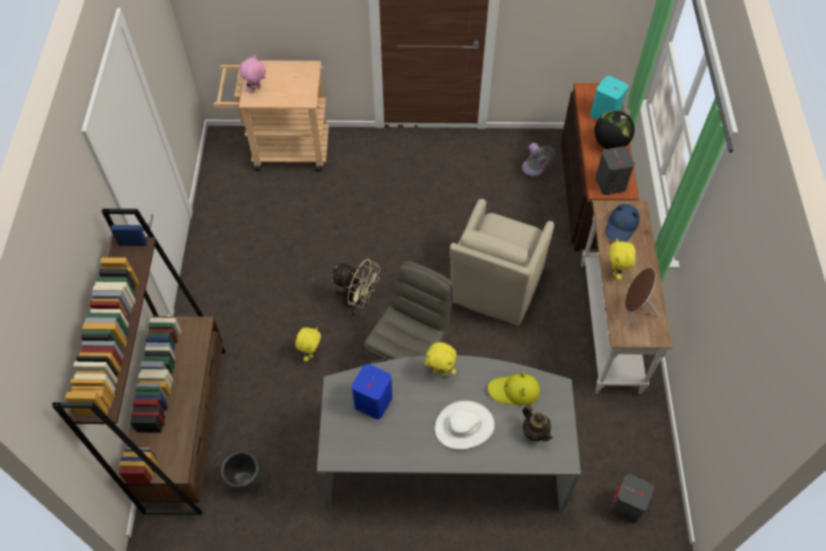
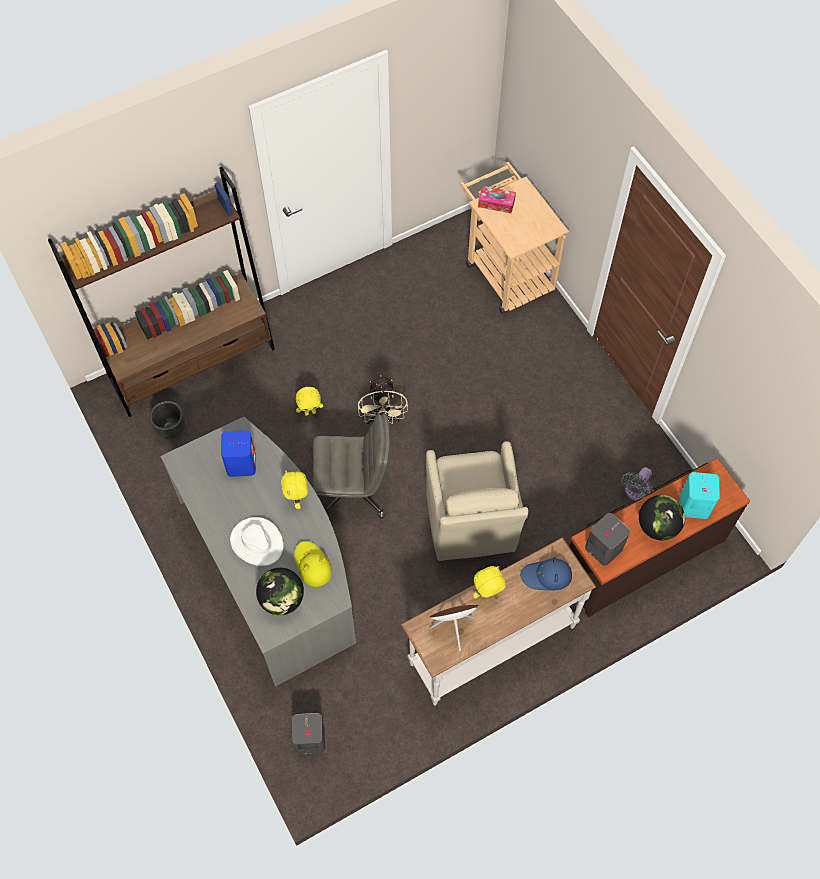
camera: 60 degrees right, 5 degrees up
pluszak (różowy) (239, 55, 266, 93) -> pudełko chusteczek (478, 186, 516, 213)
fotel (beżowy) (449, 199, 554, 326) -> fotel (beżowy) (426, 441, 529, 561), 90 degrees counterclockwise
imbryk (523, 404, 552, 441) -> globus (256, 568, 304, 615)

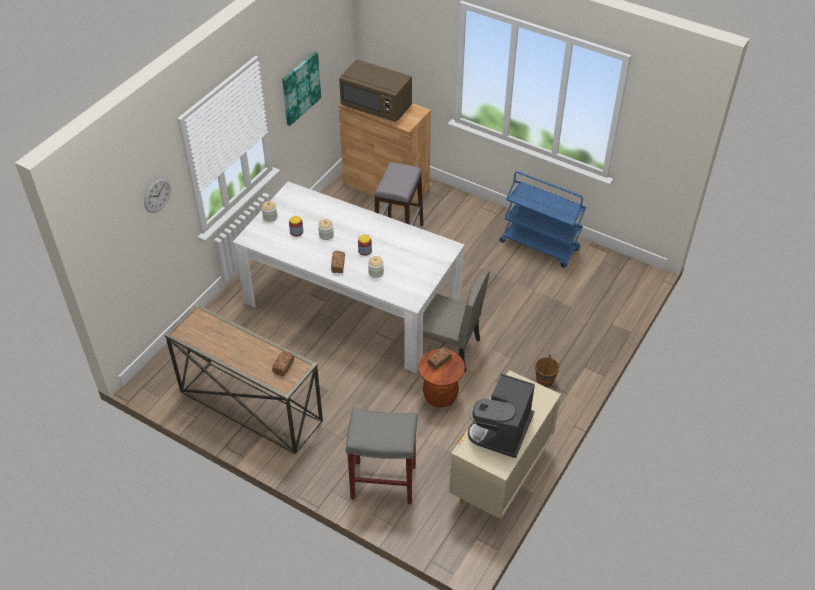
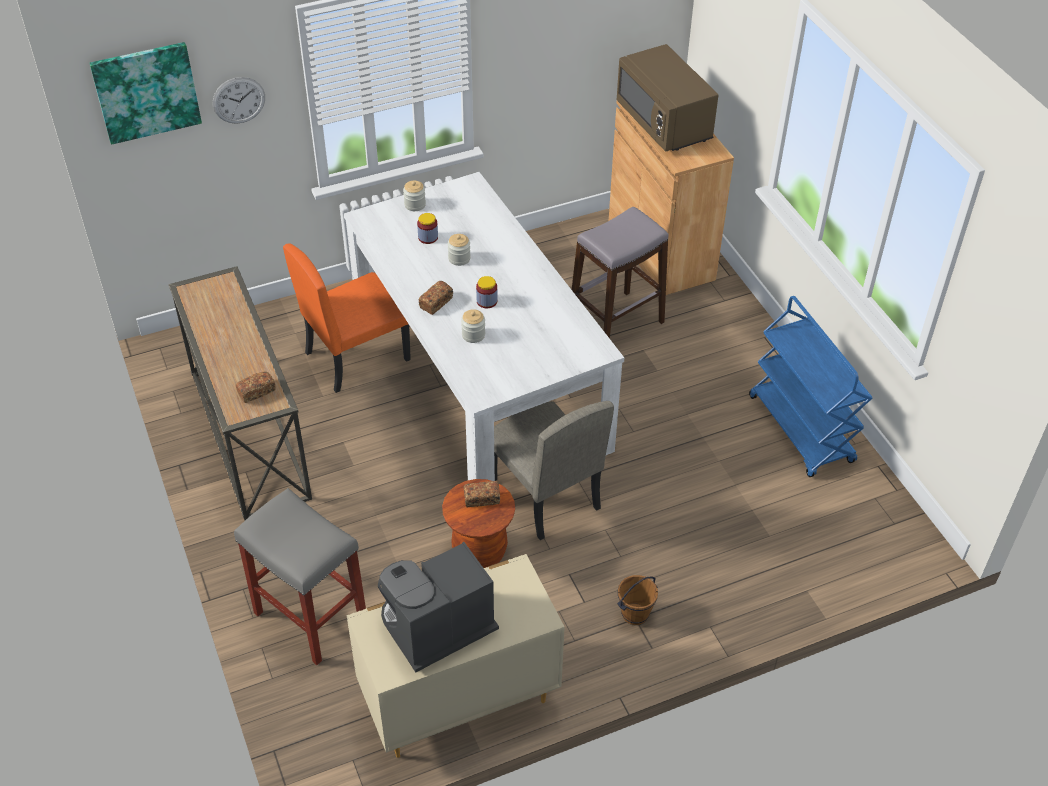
camera: 35 degrees right, 0 degrees up
obraz (282, 52, 321, 126) -> obraz (89, 42, 202, 145), shifted
none -> krzesło (pomarańczowy) (283, 243, 411, 393)

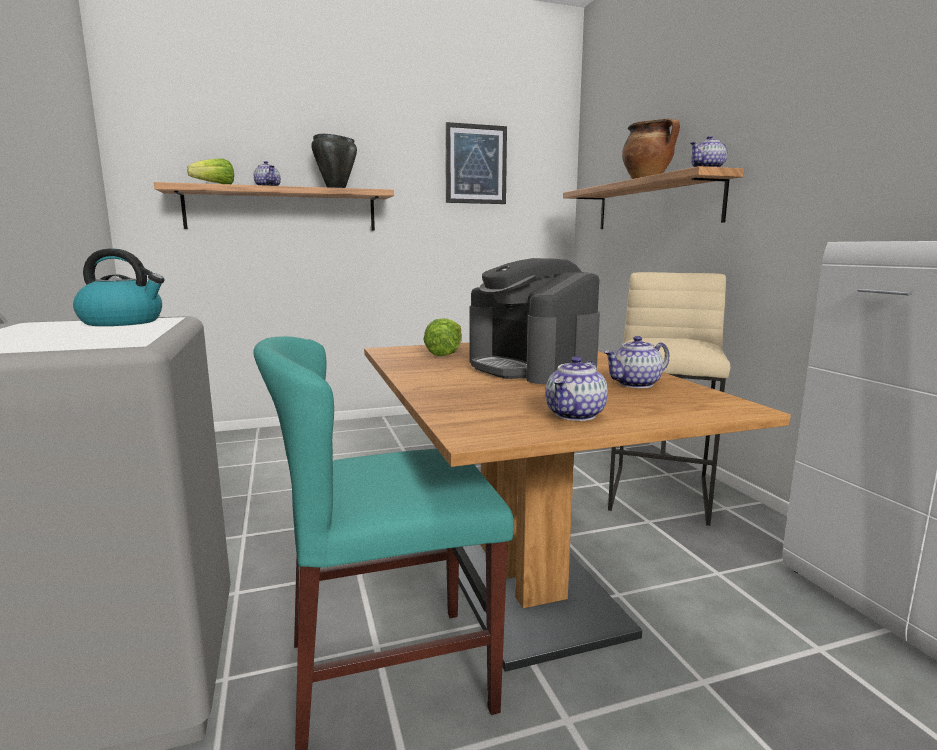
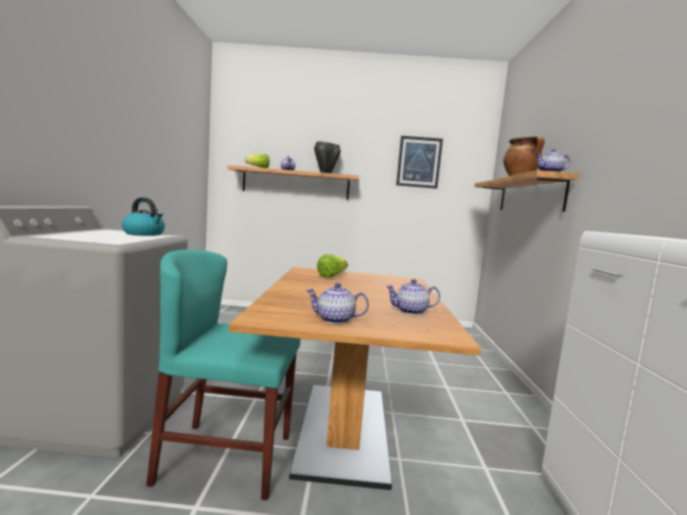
camera: 20 degrees right, 5 degrees down
ekspres do kawy (470, 258, 600, 384) -> none
stołek (beżowy) (608, 272, 730, 526) -> none
imbryk (545, 356, 608, 421) -> imbryk (306, 283, 369, 324), 45 degrees clockwise

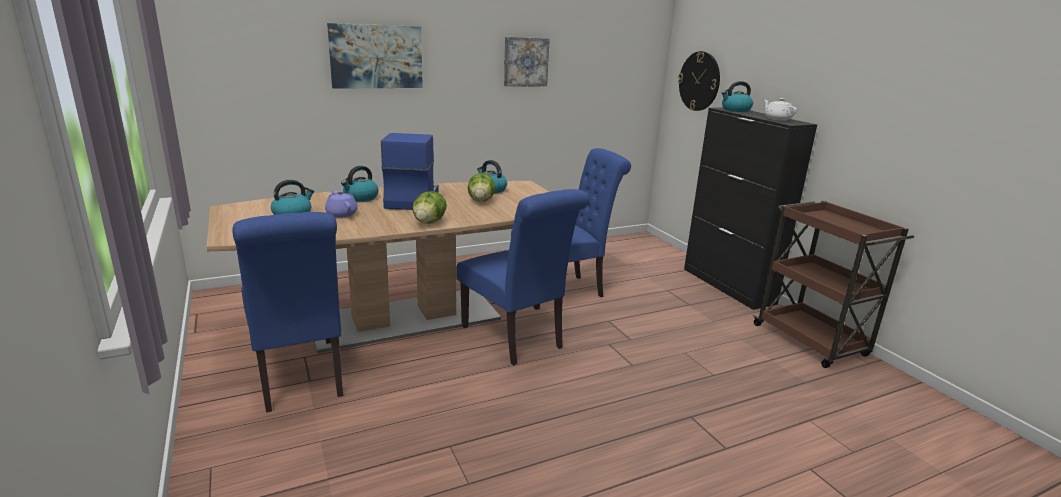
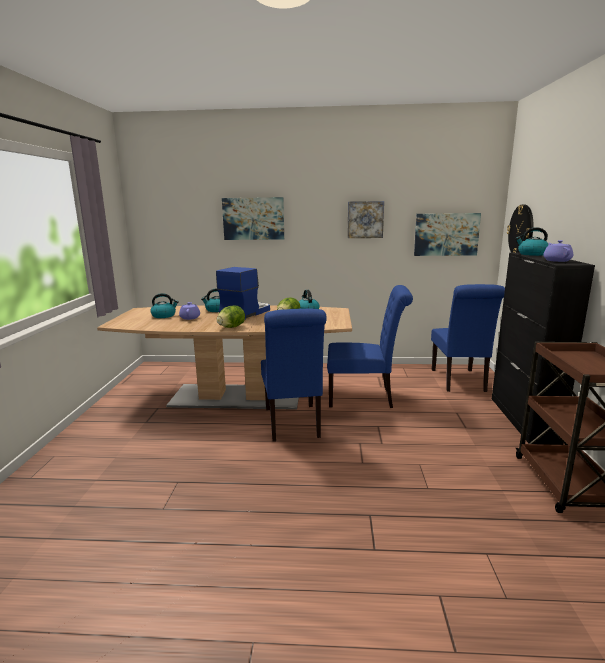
camera: 30 degrees right, 5 degrees down
imbryk (biały) (764, 98, 797, 121) -> imbryk (fioletowy) (543, 240, 573, 262)
krzesło (niebieski) (232, 212, 343, 413) -> krzesło (niebieski) (431, 284, 505, 392), shifted
none -> obraz (414, 213, 481, 256)

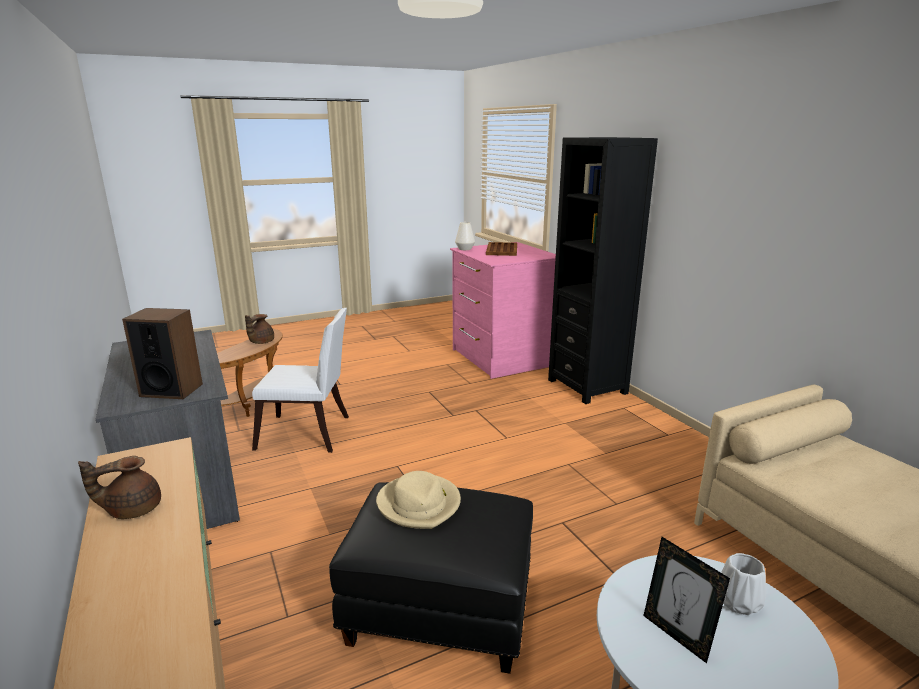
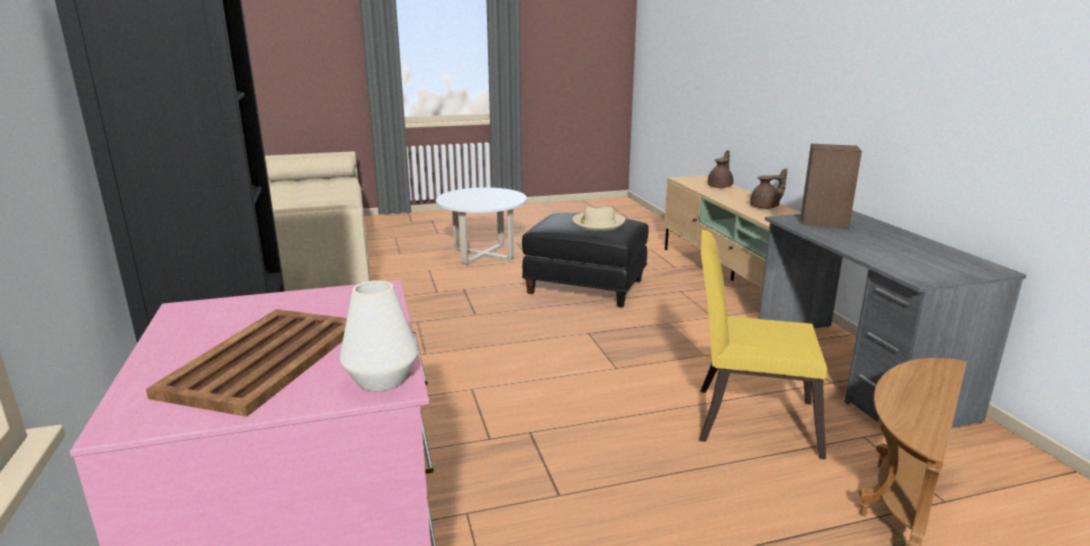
camera: 170 degrees left, 0 degrees up
krzesło (biały) (252, 308, 349, 453) -> krzesło (żółty) (699, 230, 827, 459)
imbryk (brązowy) (245, 314, 274, 344) -> imbryk (brązowy) (708, 150, 734, 188), shifted
ramka na zdjęcie (643, 537, 730, 663) -> none
wazon (biały) (721, 553, 766, 615) -> none

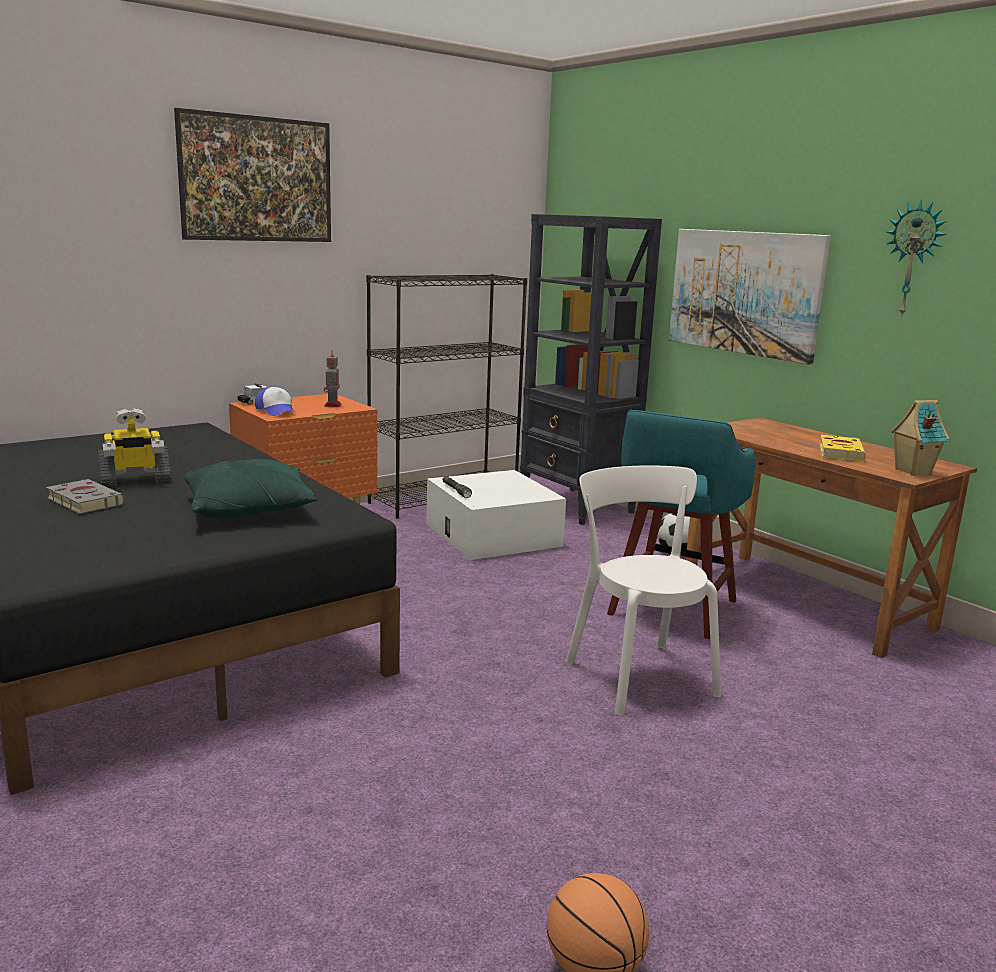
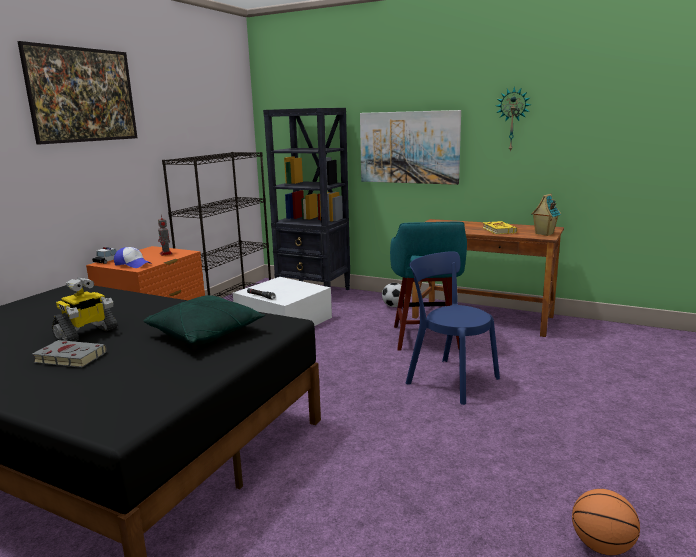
camera: 25 degrees left, 0 degrees up
krzesło (biały) (566, 465, 721, 715) -> krzesło (niebieski) (406, 251, 500, 405)

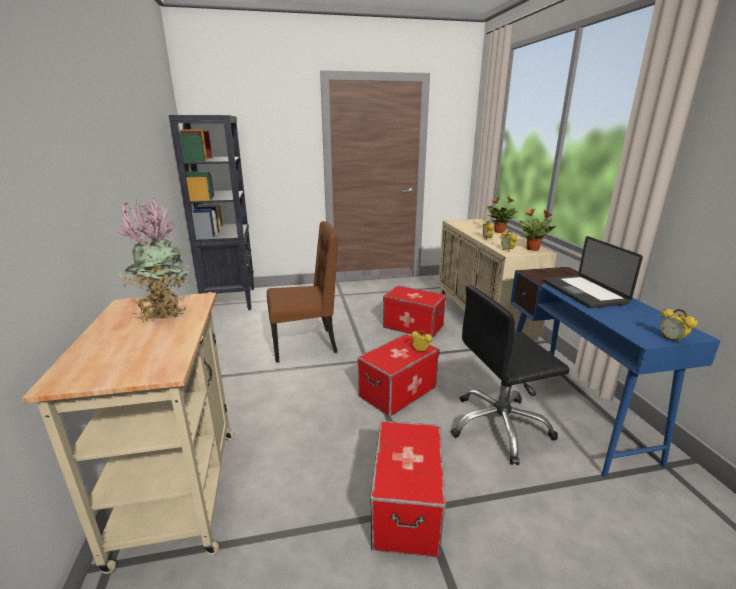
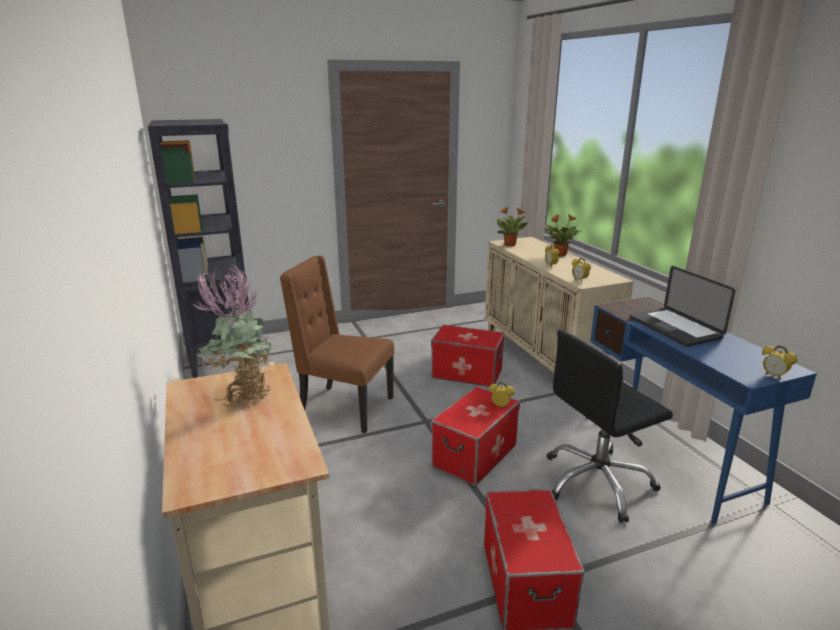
camera: 10 degrees left, 0 degrees up
roślina doniczkowa (519, 209, 556, 251) -> roślina doniczkowa (495, 206, 528, 246), shifted
krzesło (brązowy) (267, 221, 339, 363) -> krzesło (brązowy) (280, 255, 395, 433), 135 degrees counterclockwise

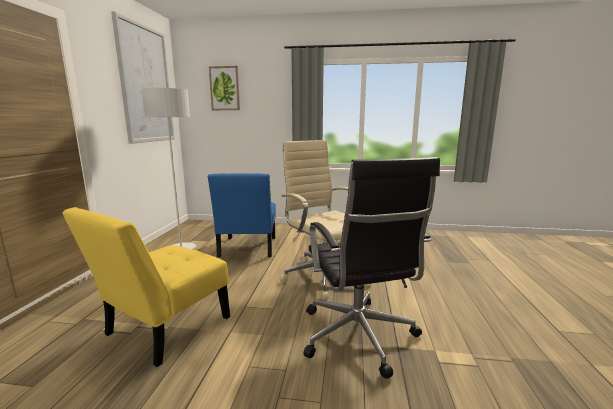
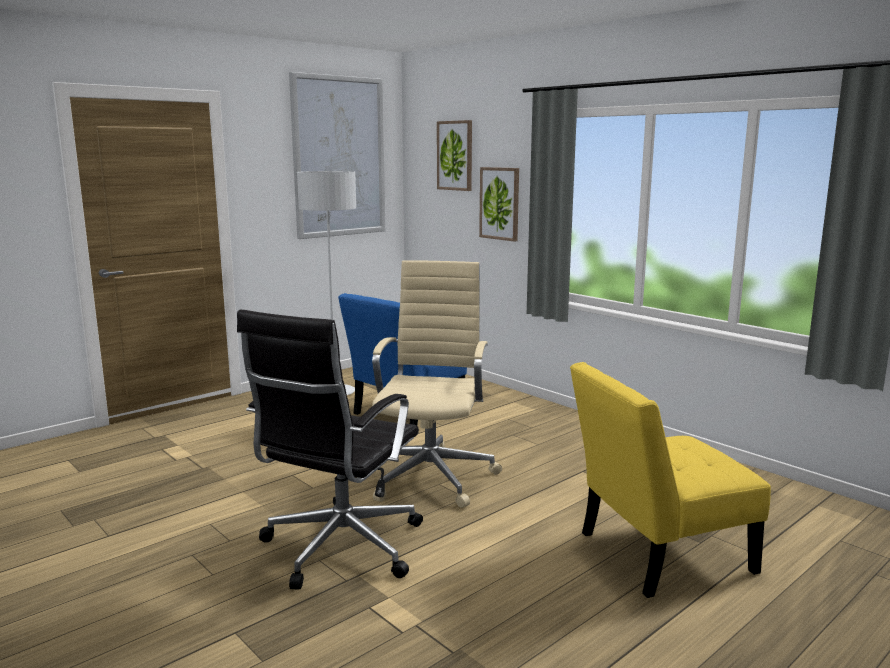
camera: 40 degrees right, 0 degrees up
krzesło (żółty) (62, 207, 230, 367) -> krzesło (żółty) (570, 362, 771, 598), shifted
none -> obraz (479, 167, 519, 242)

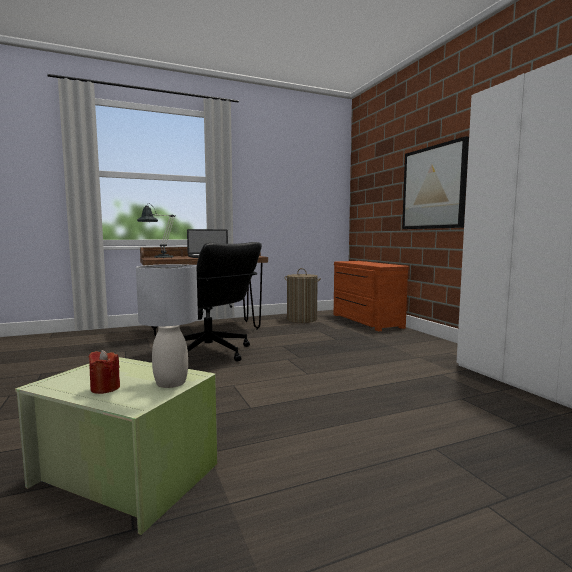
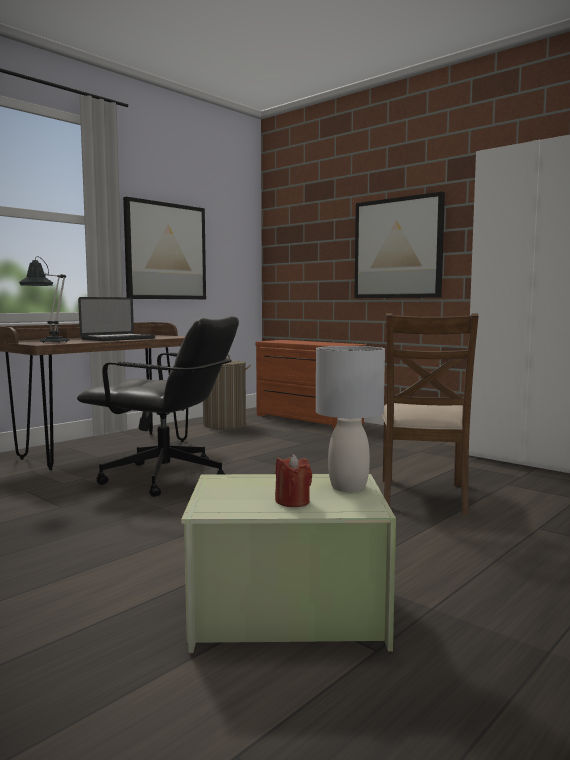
camera: 25 degrees left, 0 degrees up
none -> obraz (123, 197, 206, 299)
none -> krzesło (brązowy) (382, 313, 479, 515)

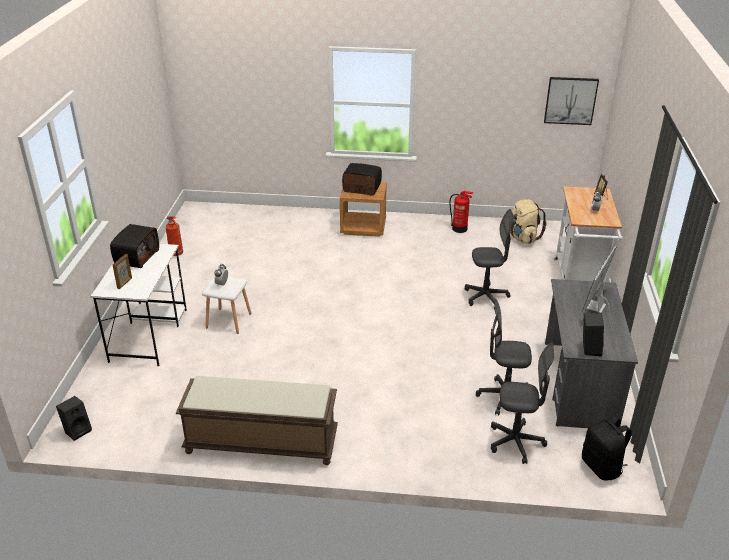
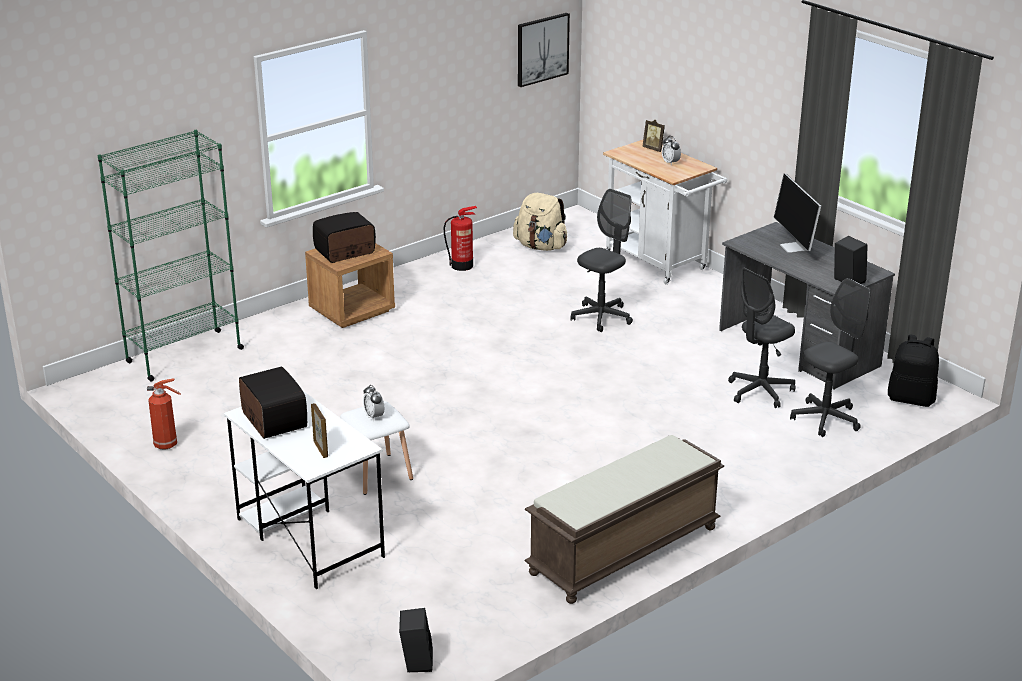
camera: 45 degrees left, 5 degrees down
none -> regał (zielony) (98, 130, 244, 382)

